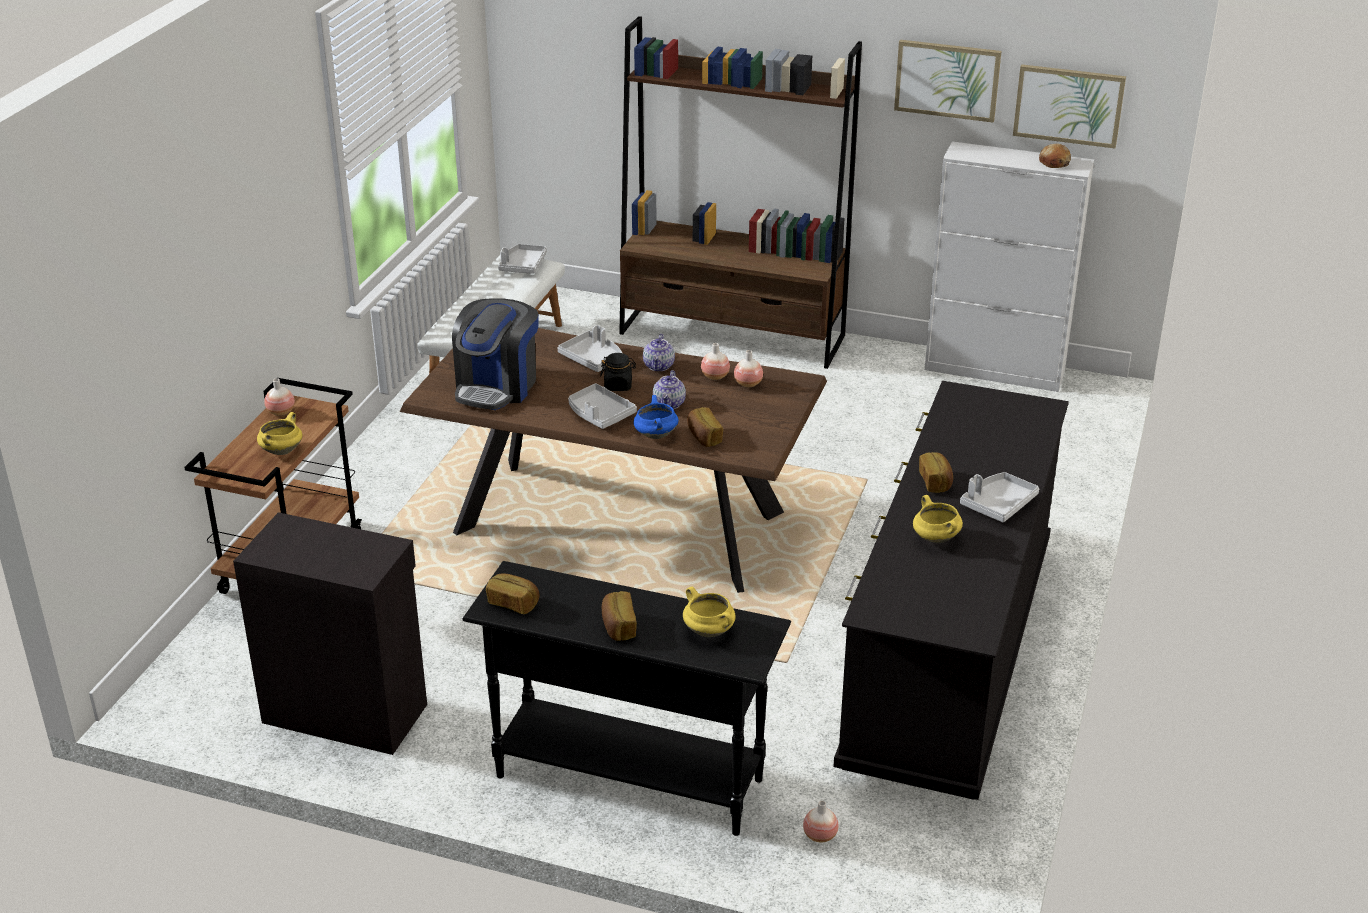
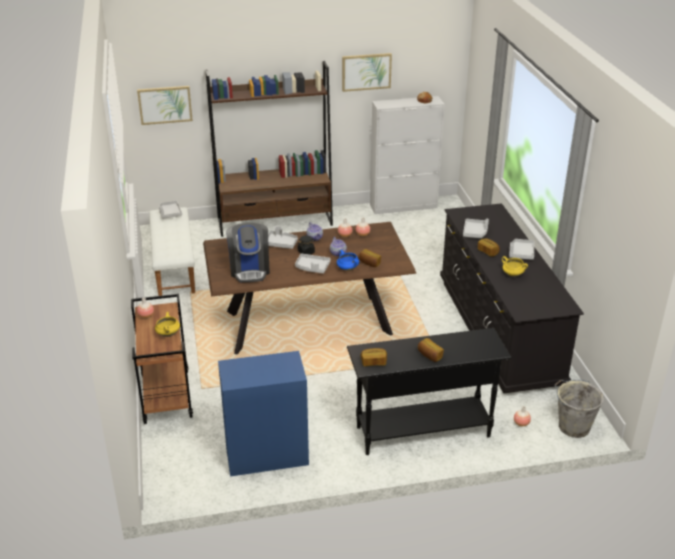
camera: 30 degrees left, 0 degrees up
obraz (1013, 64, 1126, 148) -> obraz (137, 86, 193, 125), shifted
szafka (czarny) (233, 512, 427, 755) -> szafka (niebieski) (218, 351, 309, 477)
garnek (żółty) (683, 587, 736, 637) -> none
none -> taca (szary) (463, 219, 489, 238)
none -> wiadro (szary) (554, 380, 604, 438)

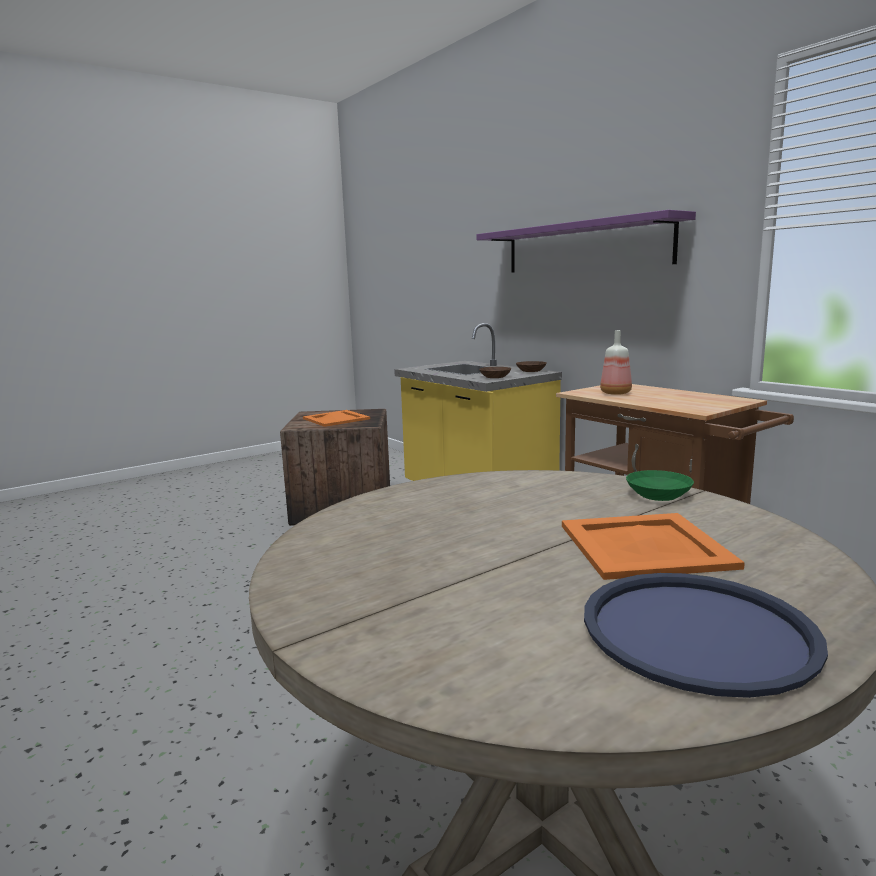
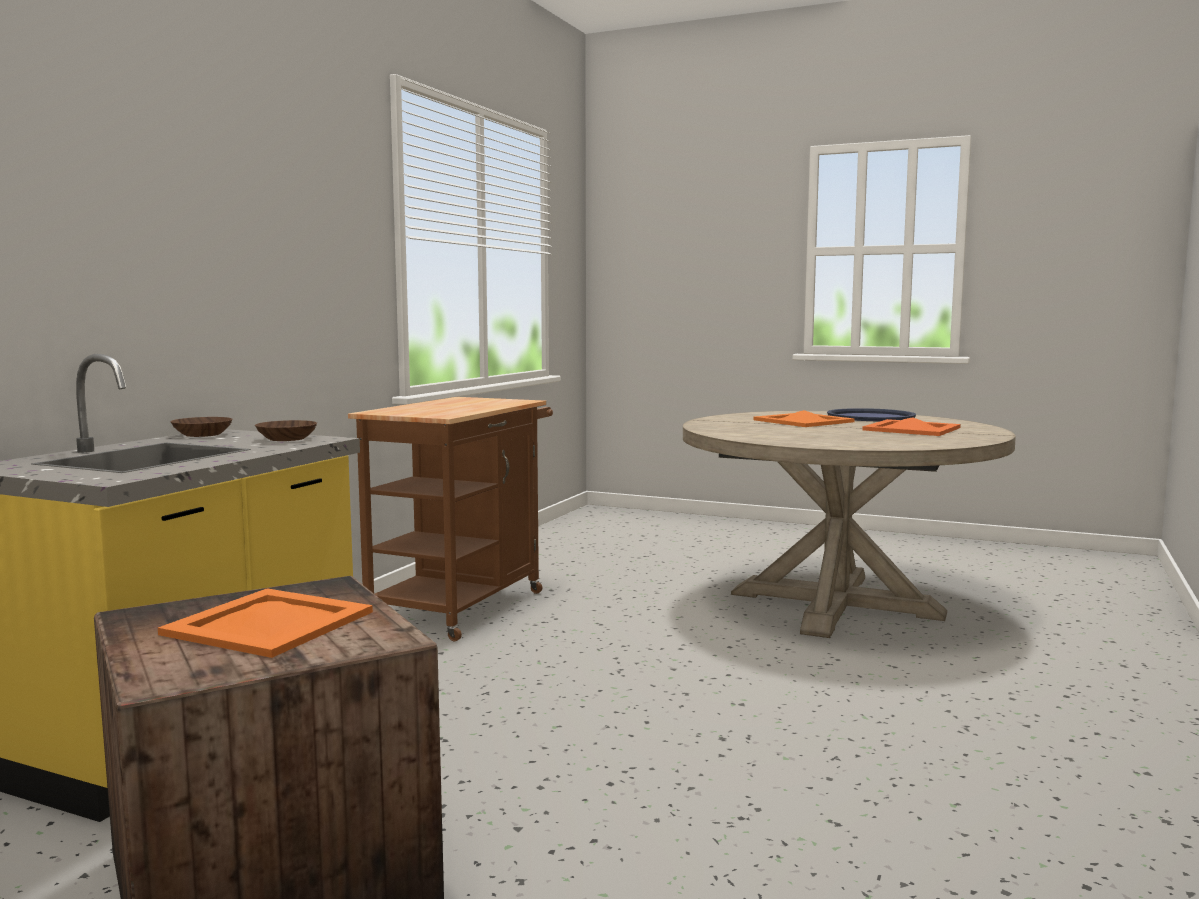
camera: 120 degrees left, 5 degrees down
półka (fioletowy) (476, 210, 696, 273) -> none
butelka (600, 330, 632, 395) -> none
miska (zielony) (626, 470, 694, 501) -> none
none -> taca (pomarańczowy) (862, 417, 961, 436)

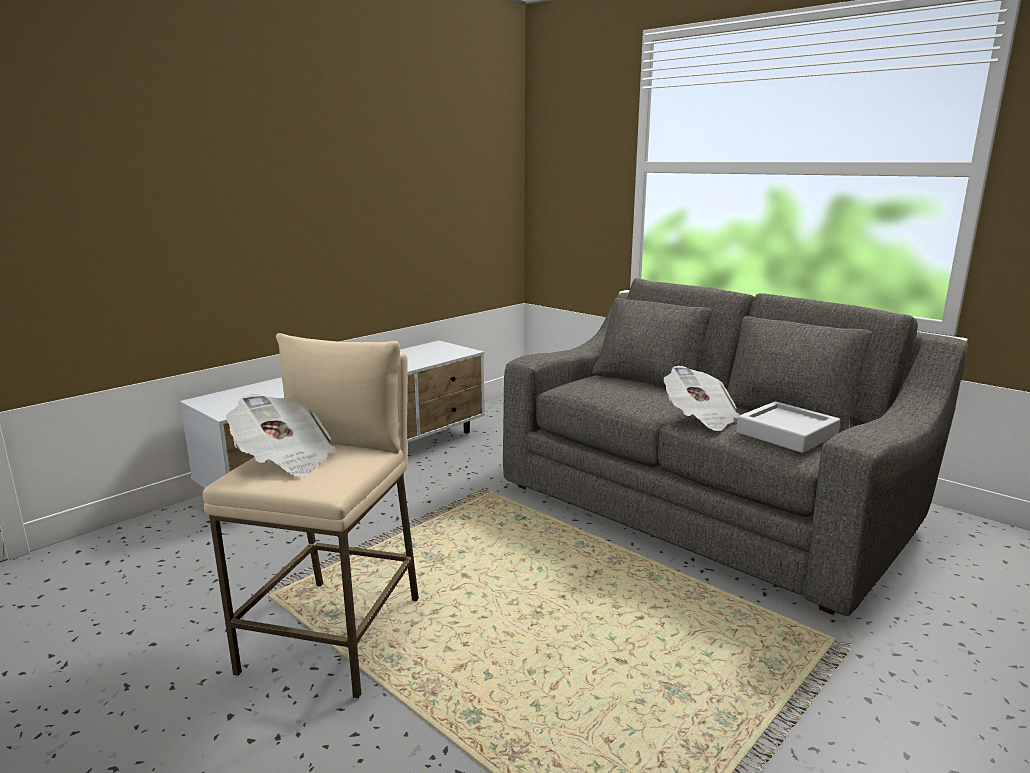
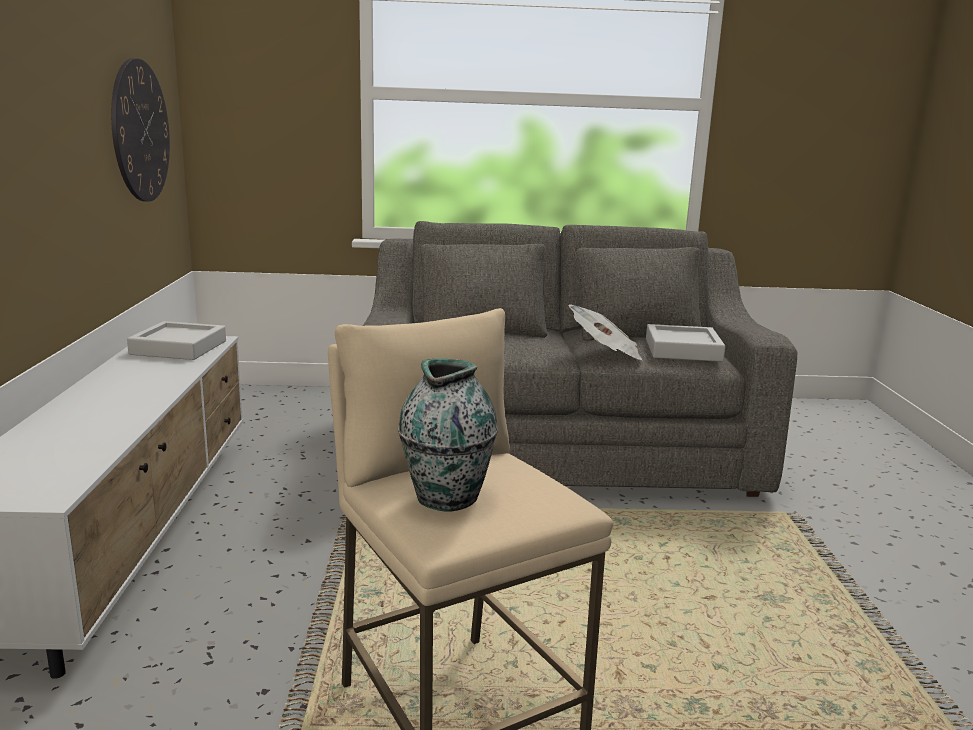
camera: 45 degrees left, 0 degrees up
gazeta (226, 394, 336, 477) -> wazon (398, 358, 498, 512)
none -> zegar ścienny (111, 58, 170, 202)
none -> taca (szary) (127, 321, 226, 360)

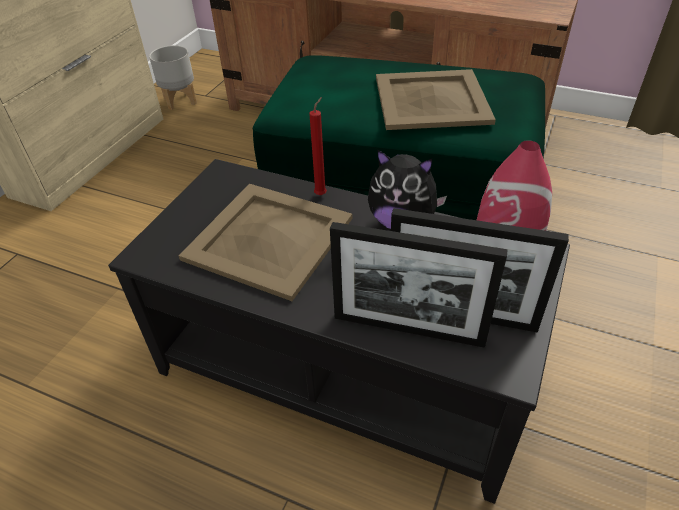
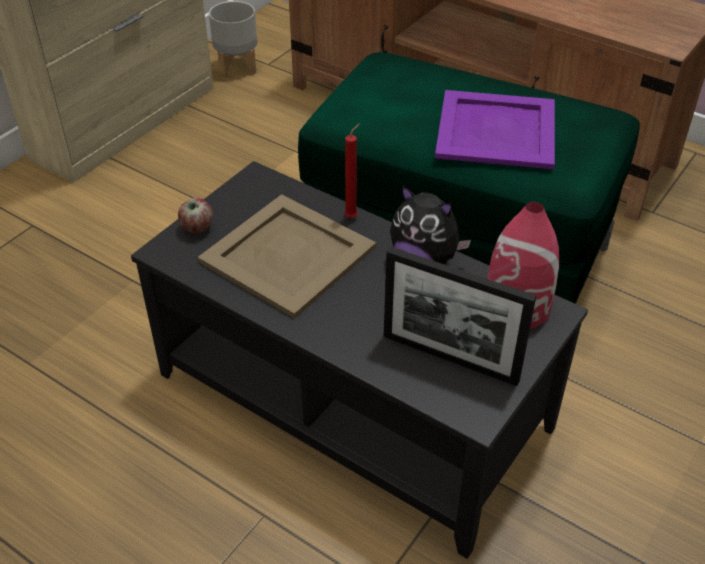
camera: 10 degrees right, 0 degrees up
taca (beżowy) (376, 69, 496, 130) -> taca (fioletowy) (435, 90, 555, 169)
ramka na zdjęcie (330, 222, 508, 348) -> none
none -> jabłko (178, 198, 213, 234)

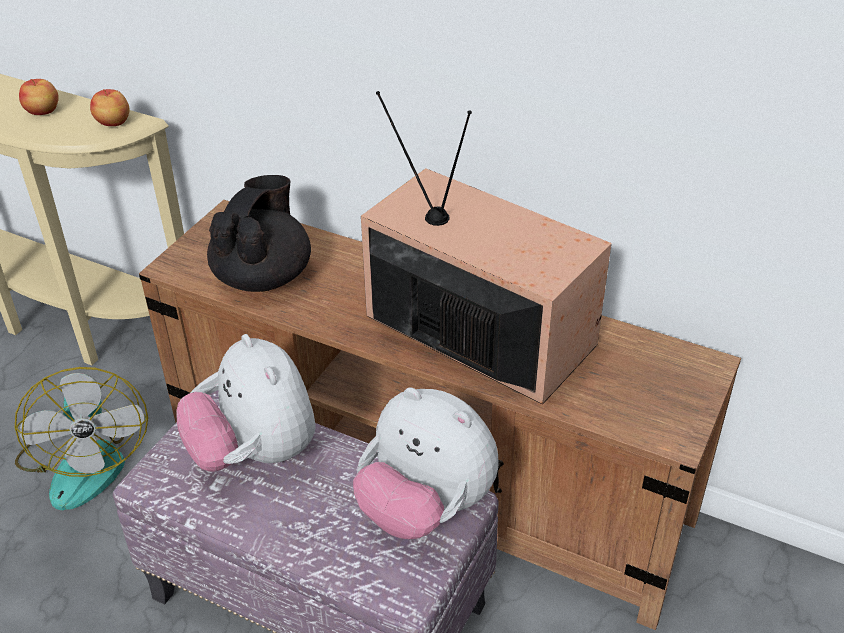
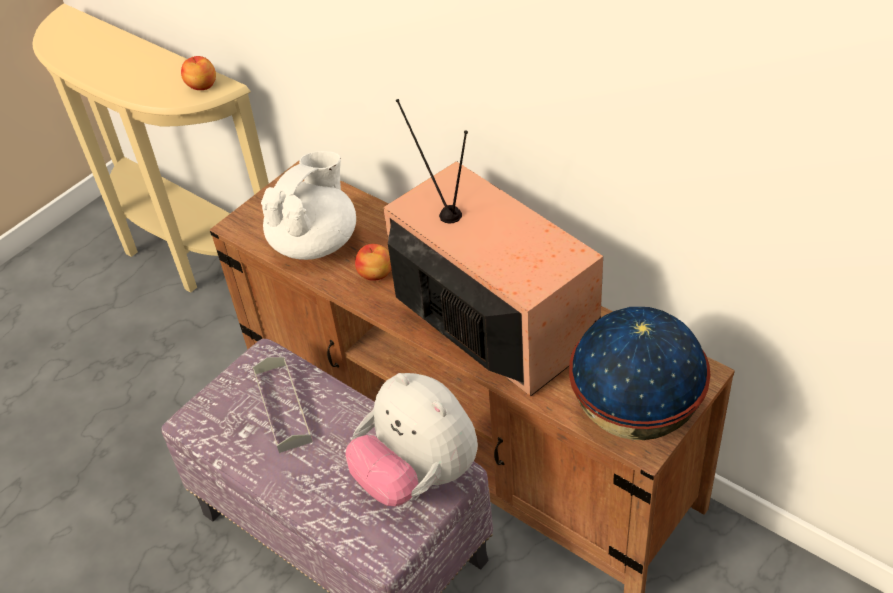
camera: 15 degrees right, 5 degrees up
jabłko (19, 79, 59, 115) -> jabłko (355, 244, 391, 281), shifted
imbryk (czarny) (207, 175, 311, 292) -> imbryk (biały) (261, 151, 356, 260)
pluszak (176, 334, 316, 472) -> taca (szary) (253, 357, 312, 453)
wentylator (15, 367, 148, 510) -> none
none -> globus (569, 307, 711, 440)

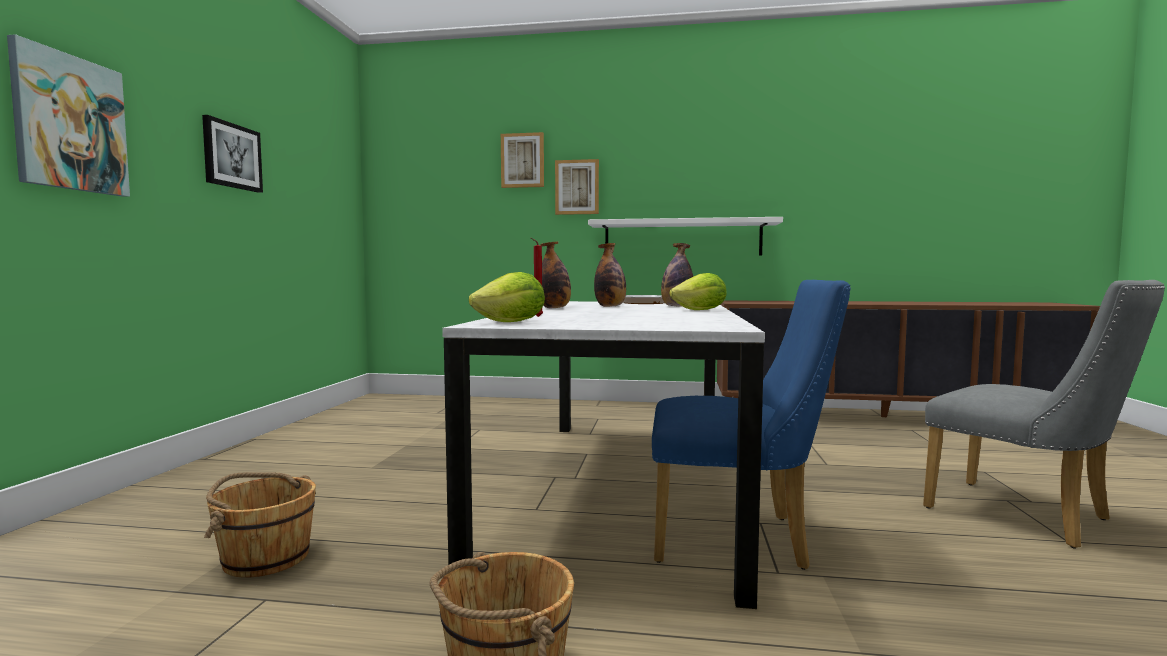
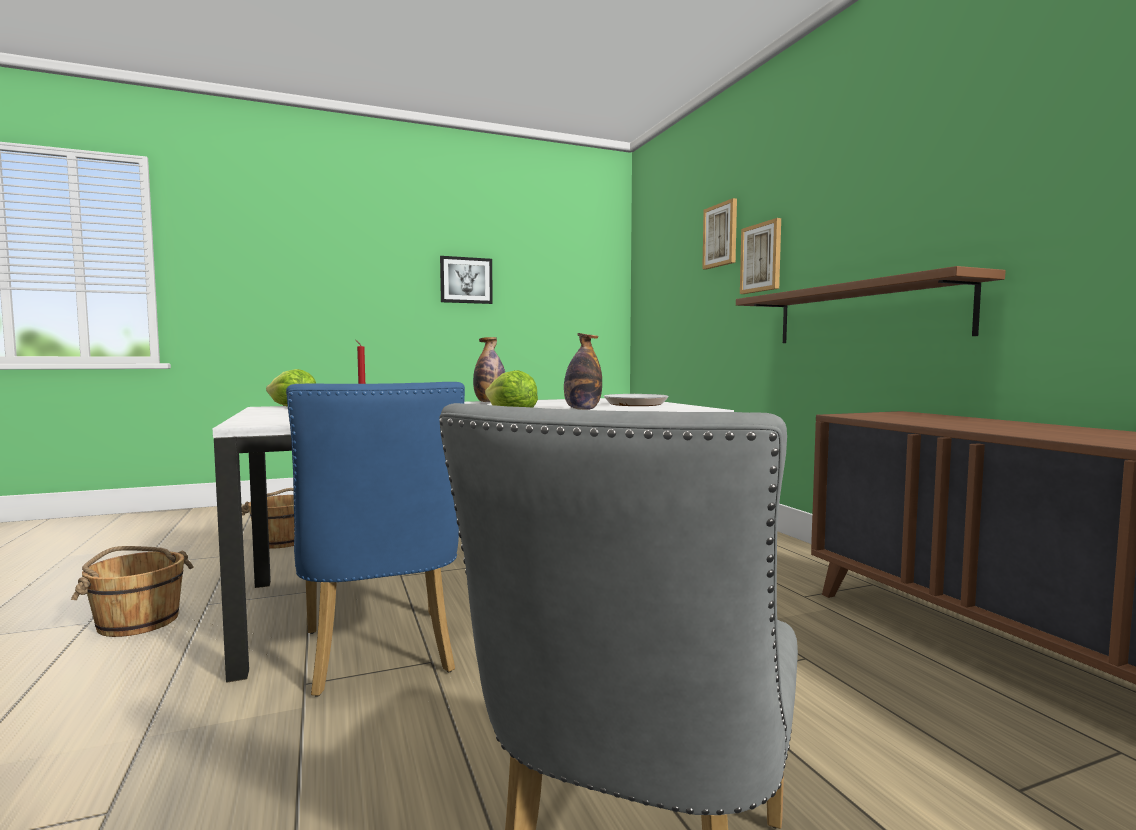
camera: 60 degrees right, 0 degrees up
obraz (7, 34, 130, 197) -> none
półka (biały) (588, 217, 783, 256) -> półka (brązowy) (736, 266, 1006, 343)
butelka (594, 243, 626, 307) -> none

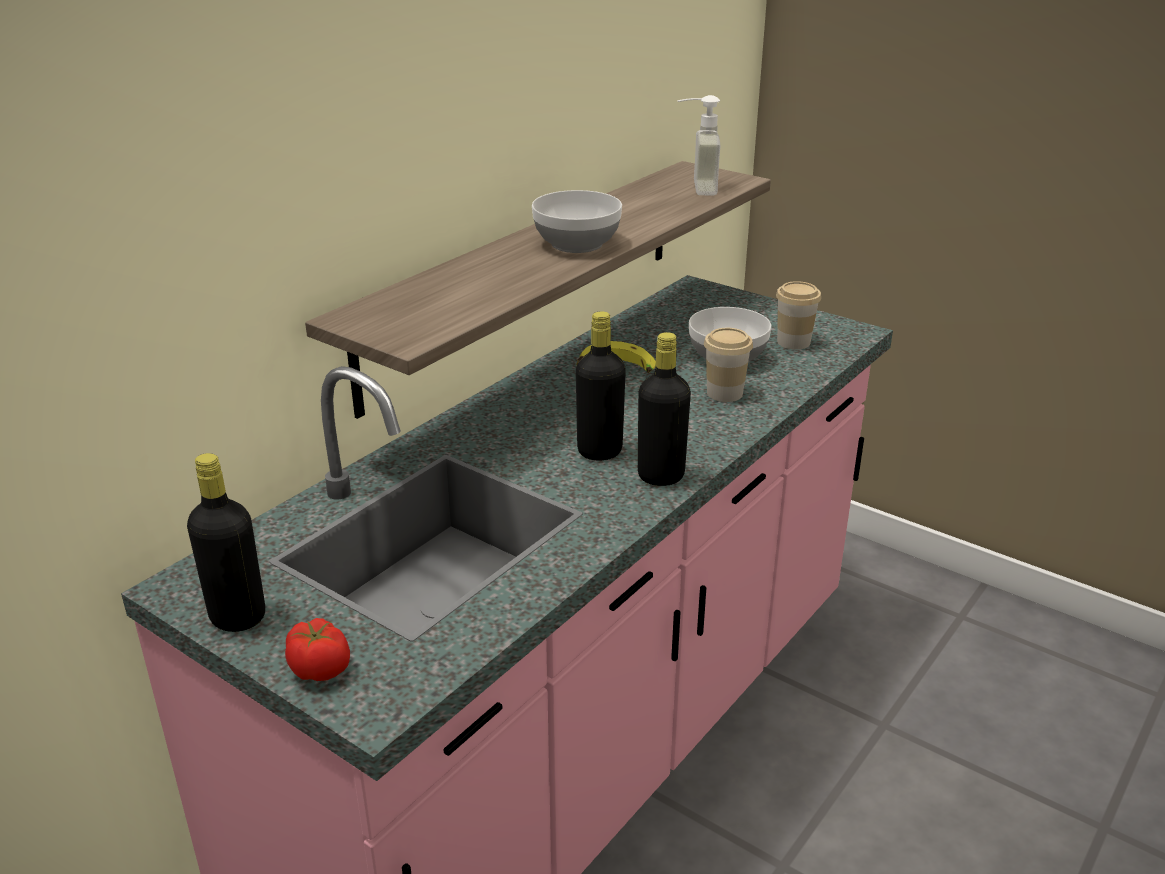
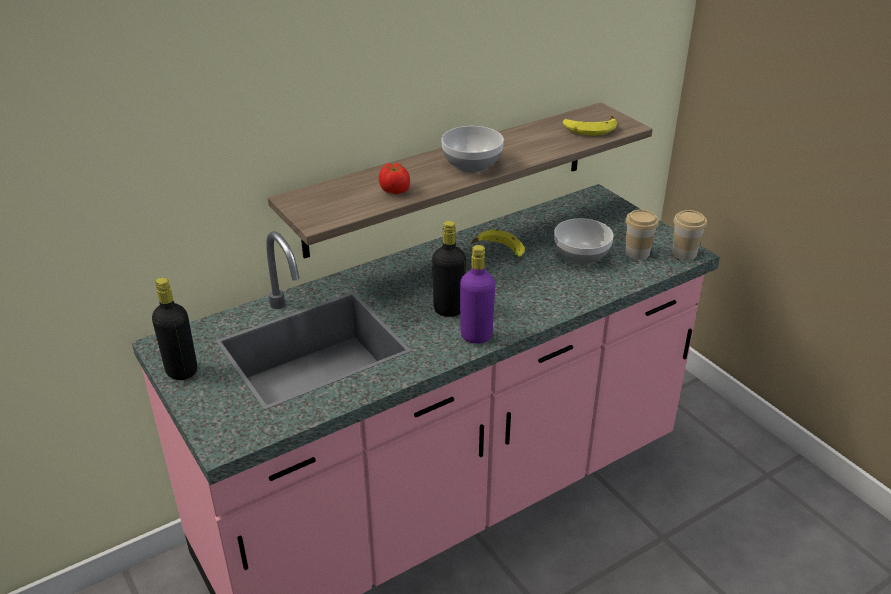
camera: 20 degrees right, 5 degrees up
dozownik mydła (677, 95, 720, 195) -> banan (563, 115, 617, 136)
filiżanka (704, 328, 753, 402) -> filiżanka (672, 210, 707, 260), shifted
butelka (czarny) (638, 332, 691, 486) -> butelka (fioletowy) (460, 245, 495, 344)
pomidor (285, 618, 350, 681) -> pomidor (379, 163, 410, 195), shifted

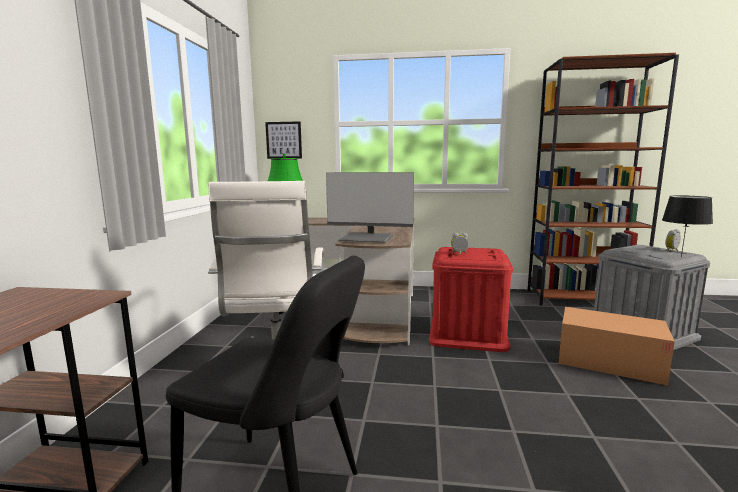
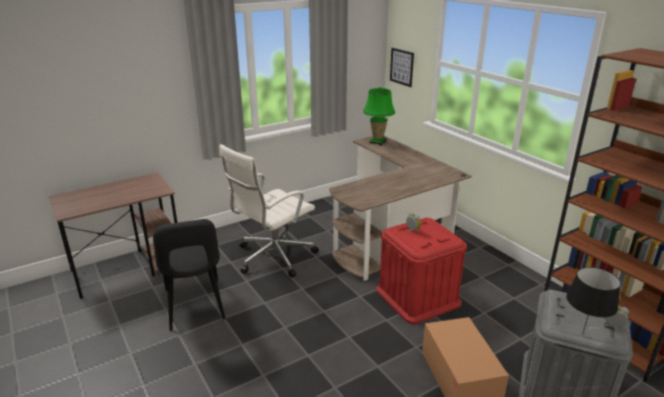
camera: 50 degrees right, 15 degrees up
monitor (326, 172, 414, 242) -> none

